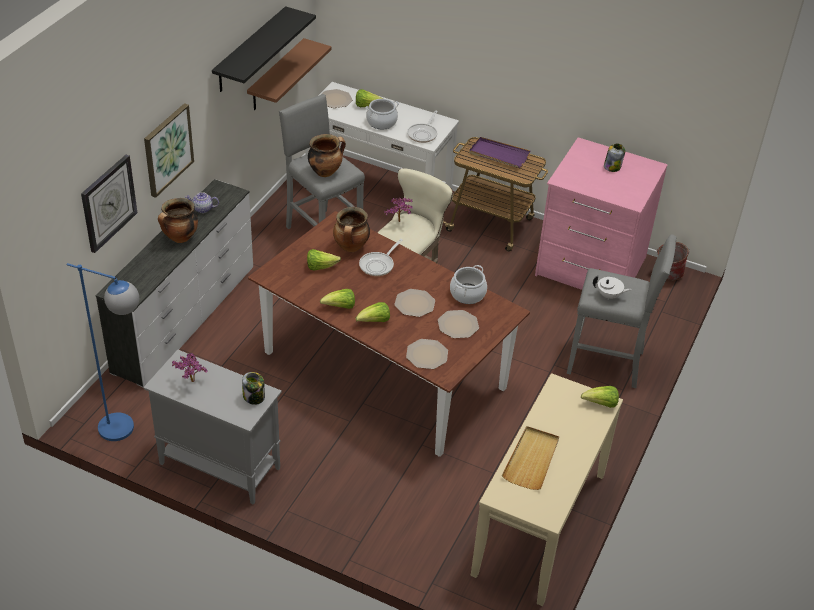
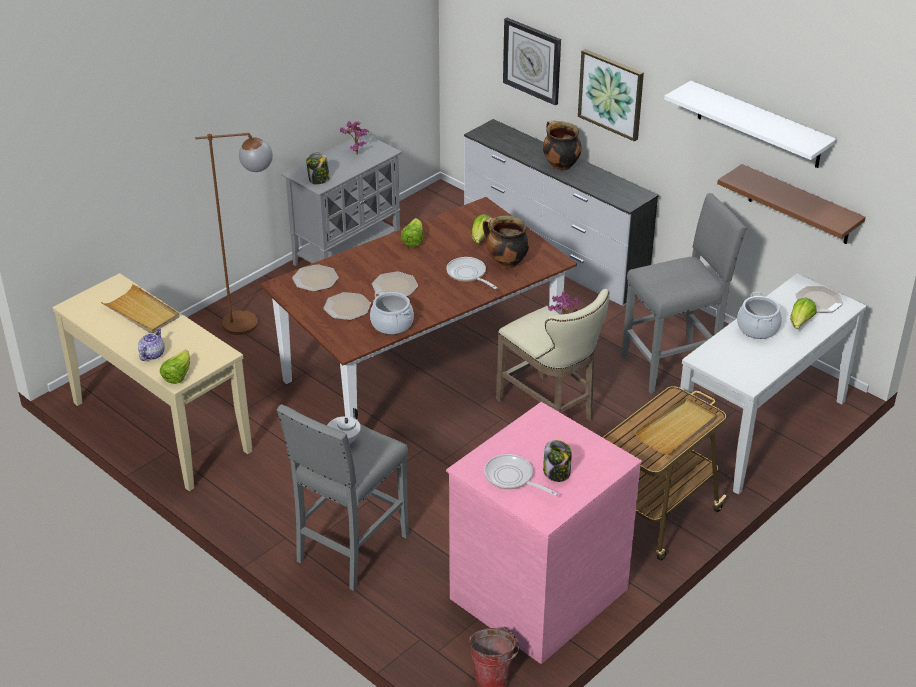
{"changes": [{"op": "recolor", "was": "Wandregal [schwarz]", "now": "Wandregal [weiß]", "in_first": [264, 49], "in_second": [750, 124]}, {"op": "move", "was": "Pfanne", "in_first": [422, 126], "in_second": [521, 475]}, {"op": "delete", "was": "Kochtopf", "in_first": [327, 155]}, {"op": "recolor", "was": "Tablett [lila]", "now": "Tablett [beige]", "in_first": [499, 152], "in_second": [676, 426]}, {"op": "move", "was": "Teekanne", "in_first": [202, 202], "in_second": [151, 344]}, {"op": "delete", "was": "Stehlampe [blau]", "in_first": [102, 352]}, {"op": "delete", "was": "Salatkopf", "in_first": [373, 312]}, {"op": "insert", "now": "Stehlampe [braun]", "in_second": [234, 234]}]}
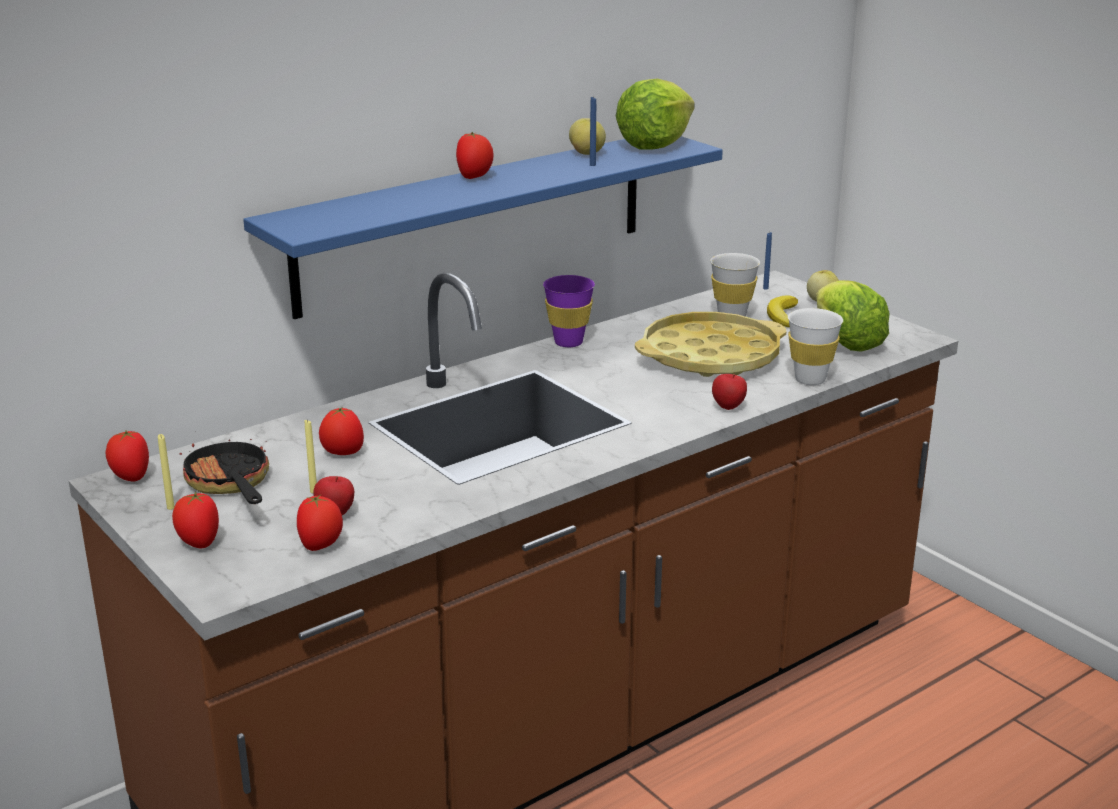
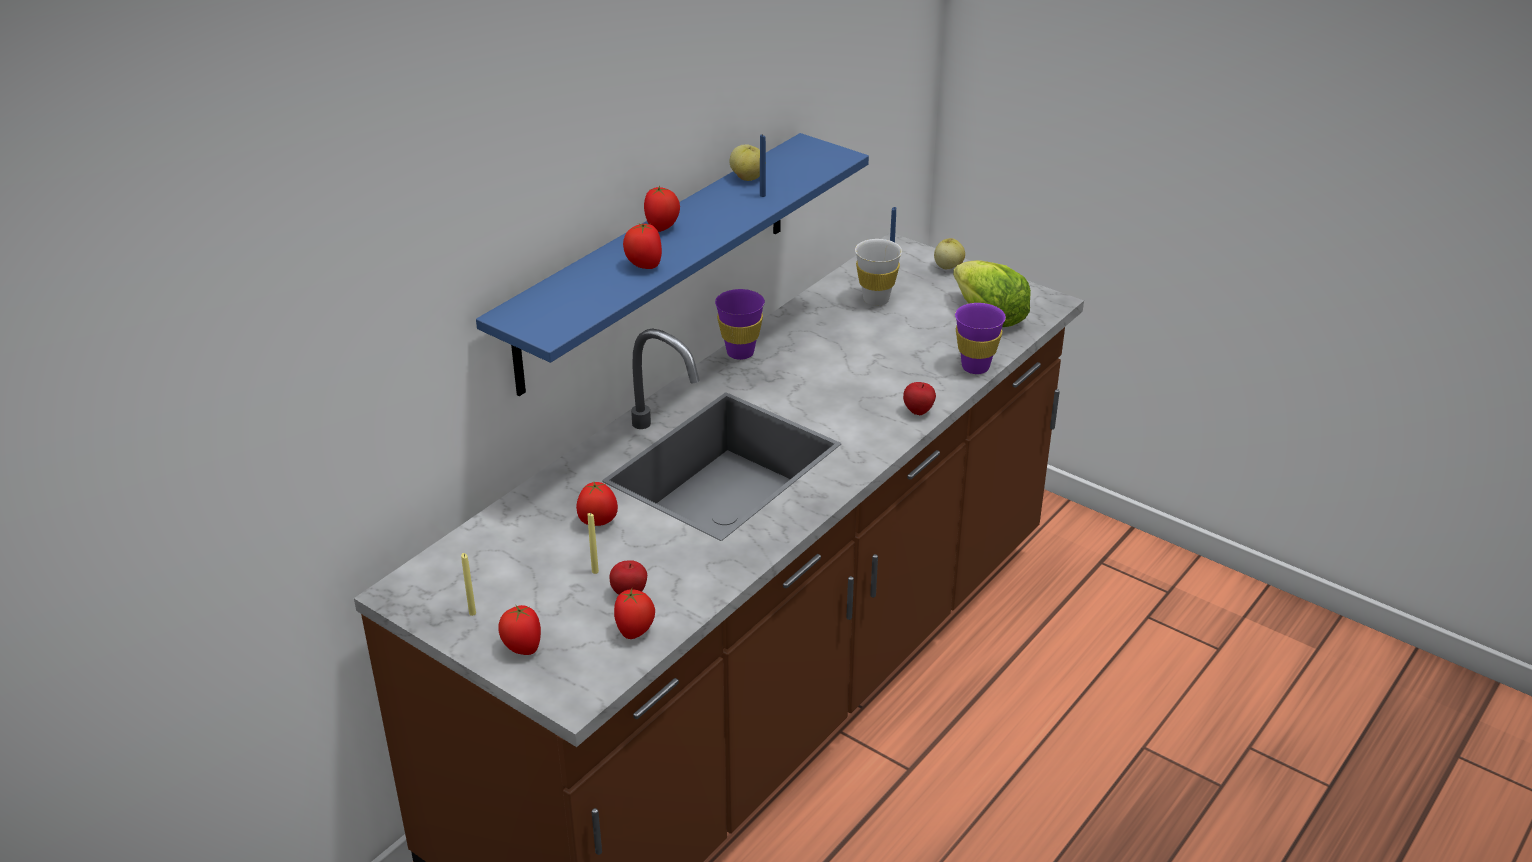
{"changes": [{"op": "delete", "was": "Salatkopf", "in_first": [655, 114]}, {"op": "delete", "was": "Banane", "in_first": [782, 311]}, {"op": "recolor", "was": "Tasse [weiß]", "now": "Tasse [lila]", "in_first": [815, 346], "in_second": [980, 338]}, {"op": "delete", "was": "Tablett [gelb]", "in_first": [710, 344]}, {"op": "move", "was": "Tomate", "in_first": [127, 456], "in_second": [642, 246]}, {"op": "delete", "was": "Pfanne", "in_first": [224, 467]}]}
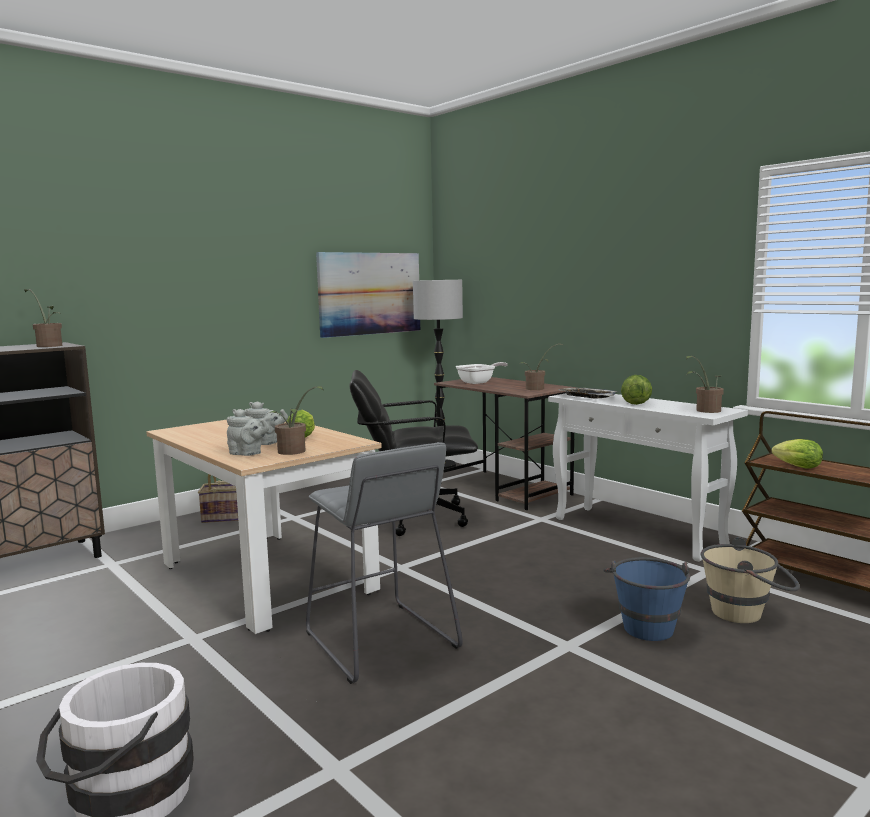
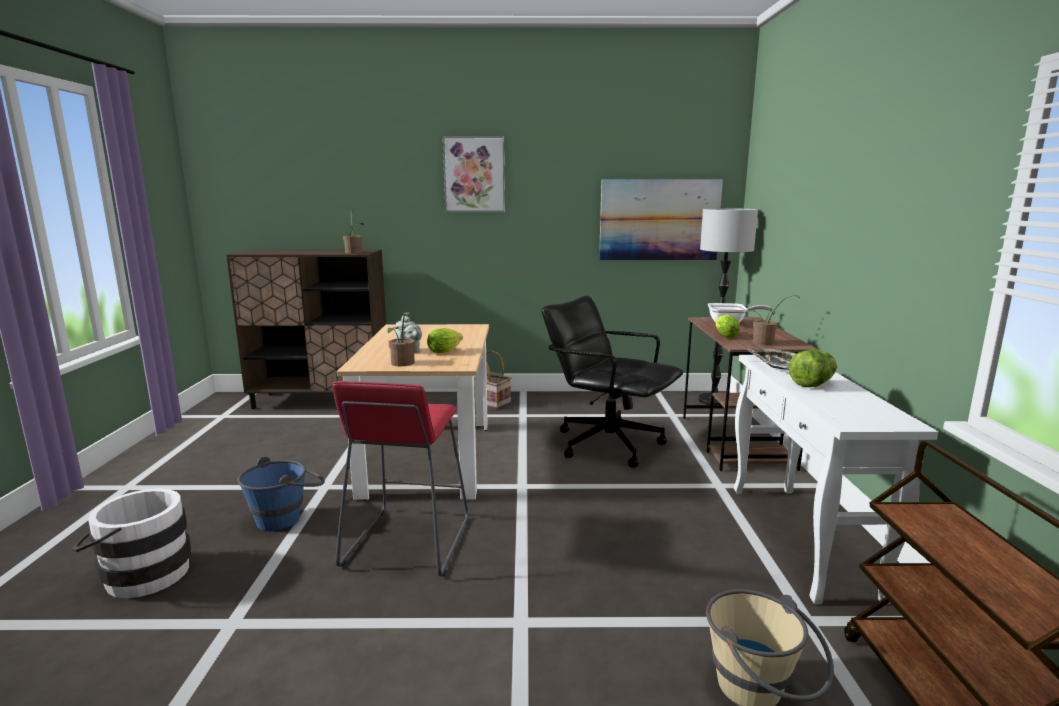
{"changes": [{"op": "delete", "was": "Topfpflanze", "in_first": [705, 384]}, {"op": "delete", "was": "Teekanne [grau]", "in_first": [248, 432]}, {"op": "move", "was": "Salatkopf", "in_first": [797, 454], "in_second": [728, 326]}, {"op": "recolor", "was": "Hocker [grau]", "now": "Hocker [rot]", "in_first": [384, 563], "in_second": [400, 478]}, {"op": "move", "was": "Eimer [blau]", "in_first": [646, 599], "in_second": [281, 493]}, {"op": "insert", "now": "Bild", "in_second": [474, 174]}]}
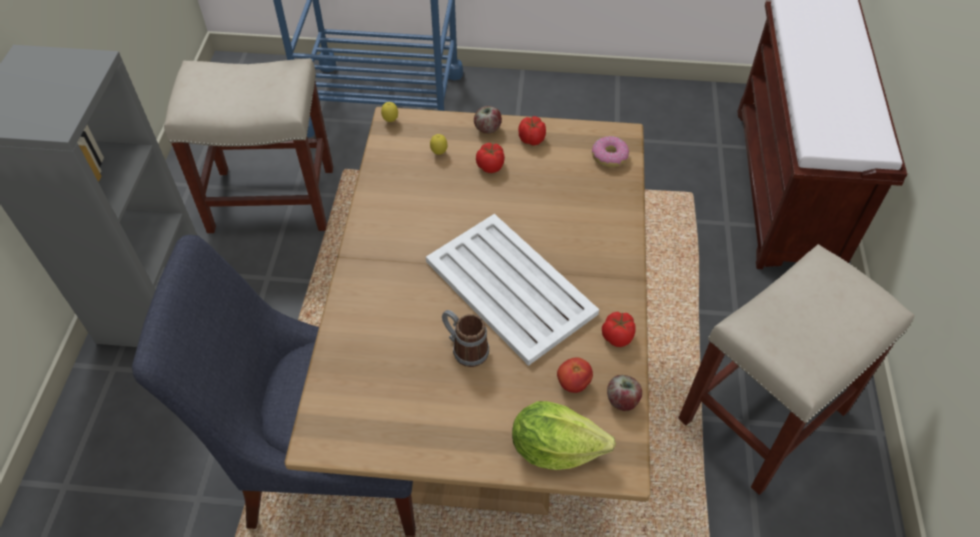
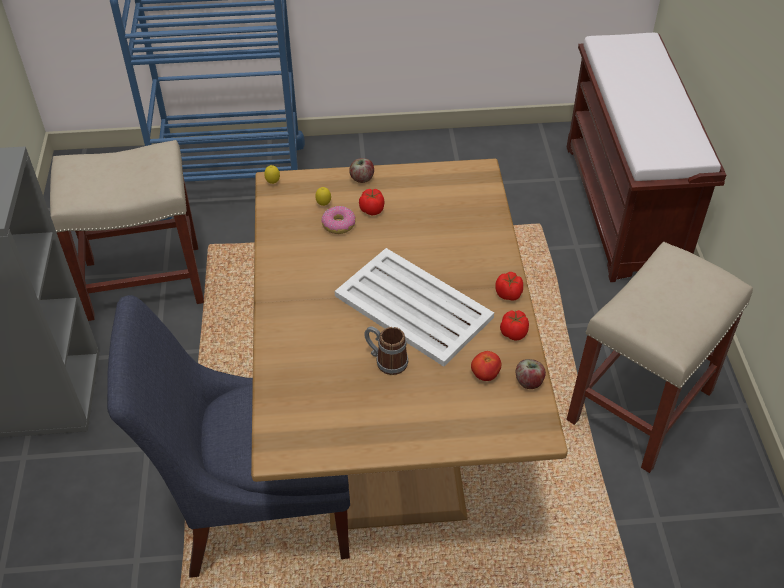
{"changes": [{"op": "move", "was": "Tomate", "in_first": [532, 131], "in_second": [509, 286]}, {"op": "move", "was": "Donut", "in_first": [610, 152], "in_second": [338, 220]}, {"op": "delete", "was": "Salatkopf", "in_first": [564, 435]}]}
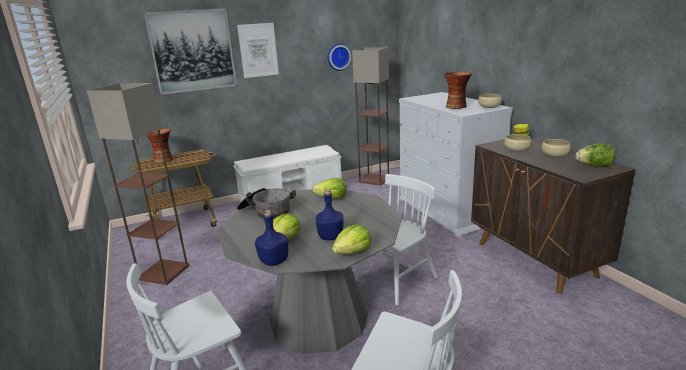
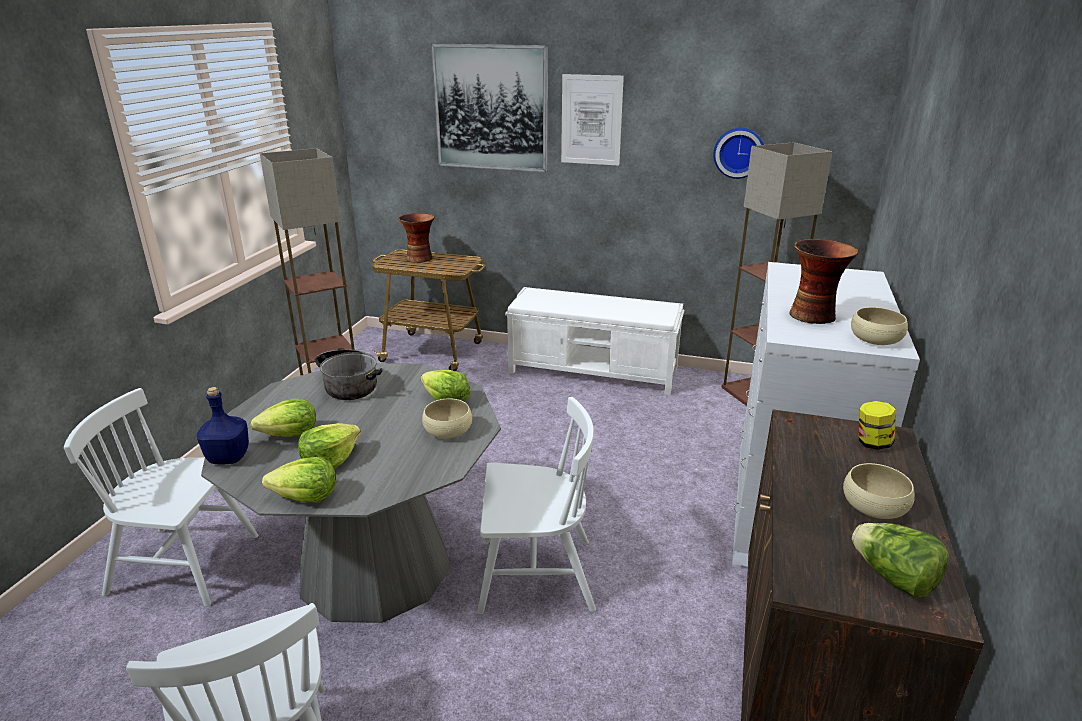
{"changes": [{"op": "move", "was": "Schüssel [beige]", "in_first": [517, 142], "in_second": [447, 418]}, {"op": "replace", "was": "Flasche [blau]", "now": "Salatkopf", "in_first": [329, 214], "in_second": [329, 446]}]}
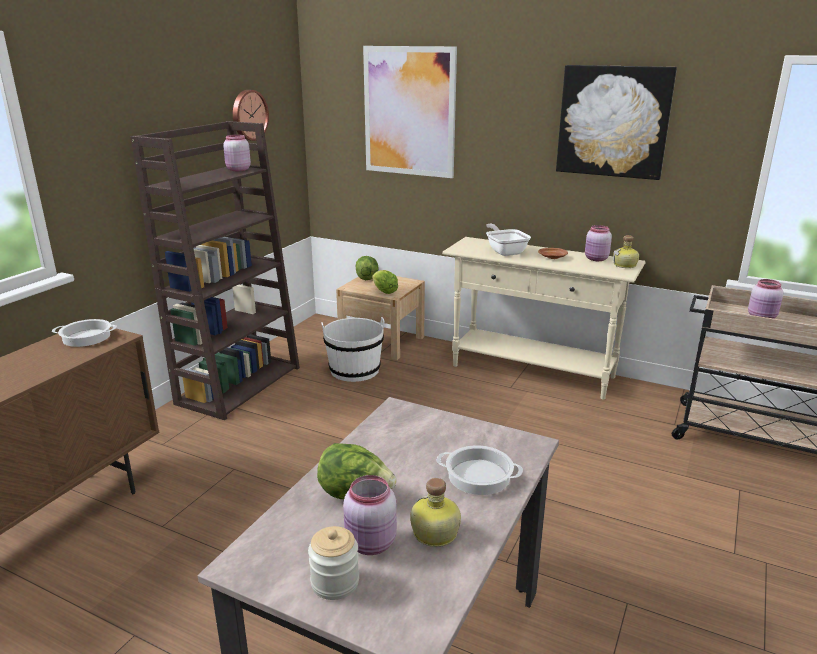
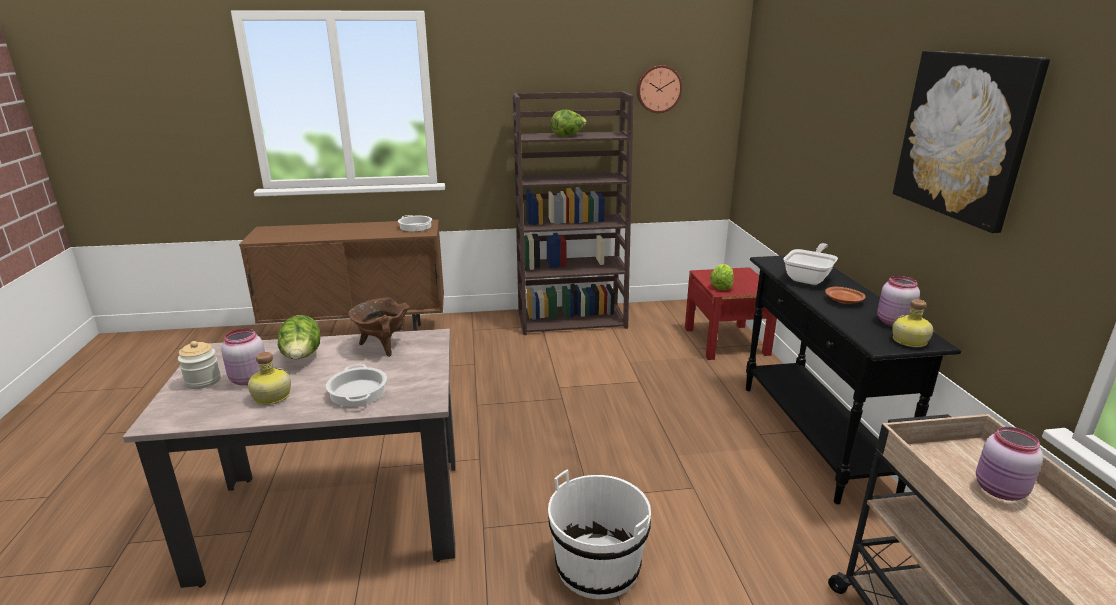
{"changes": [{"op": "delete", "was": "Bild", "in_first": [410, 112]}, {"op": "delete", "was": "Vorratsglas [rosa]", "in_first": [237, 153]}, {"op": "recolor", "was": "Konsolentisch [beige]", "now": "Konsolentisch [schwarz]", "in_first": [544, 318], "in_second": [853, 379]}, {"op": "move", "was": "Salatkopf", "in_first": [367, 268], "in_second": [569, 123]}, {"op": "recolor", "was": "Nachttisch [beige]", "now": "Nachttisch [rot]", "in_first": [380, 318], "in_second": [731, 313]}, {"op": "move", "was": "Eimer [weiß]", "in_first": [352, 349], "in_second": [599, 534]}, {"op": "insert", "now": "Kochtopf [braun]", "in_second": [379, 327]}]}
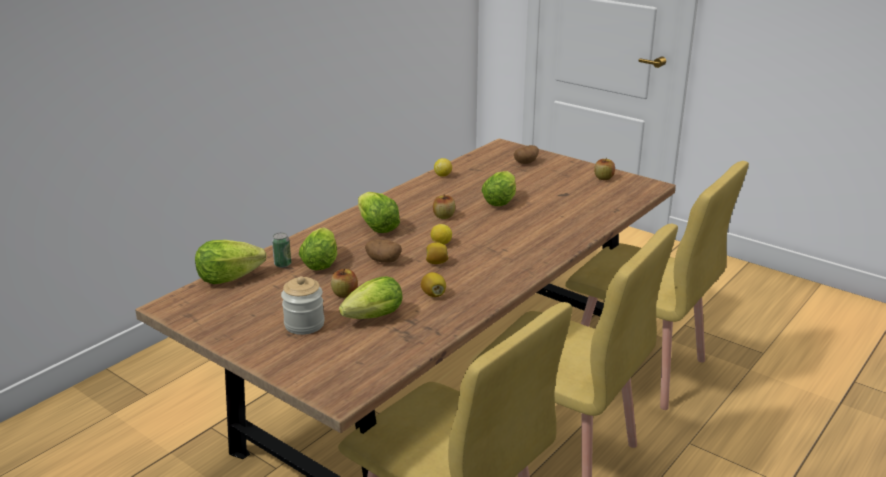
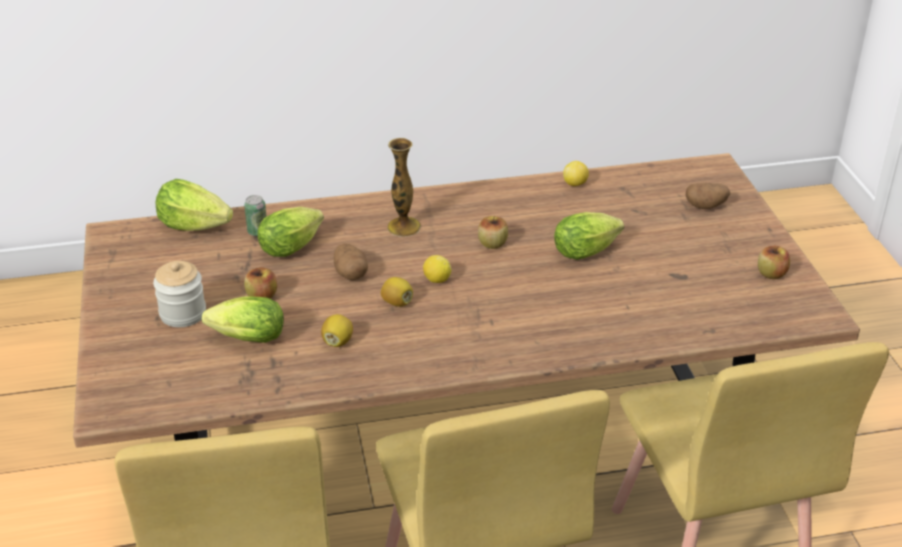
{"changes": [{"op": "replace", "was": "Salatkopf", "now": "Vase", "in_first": [379, 212], "in_second": [404, 187]}]}
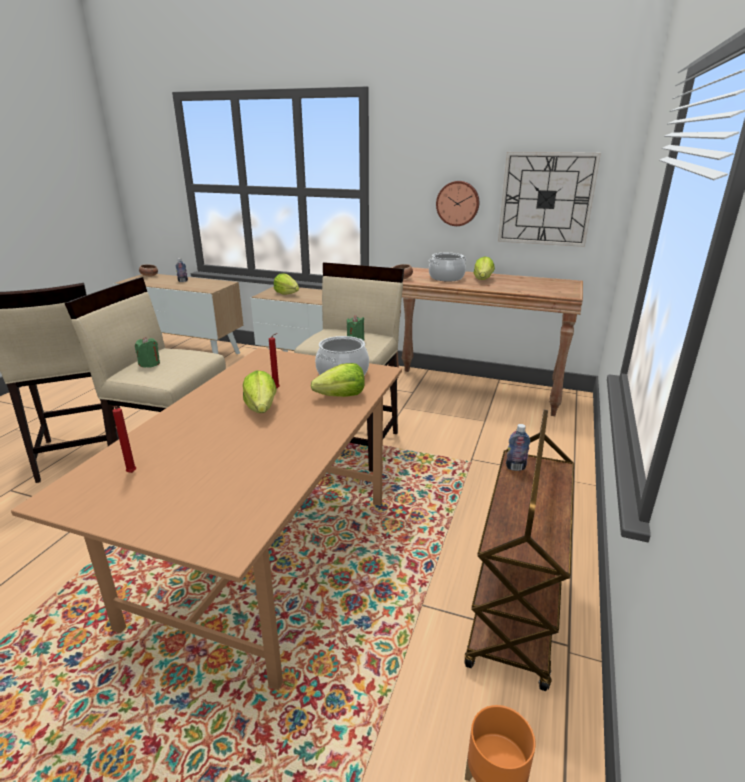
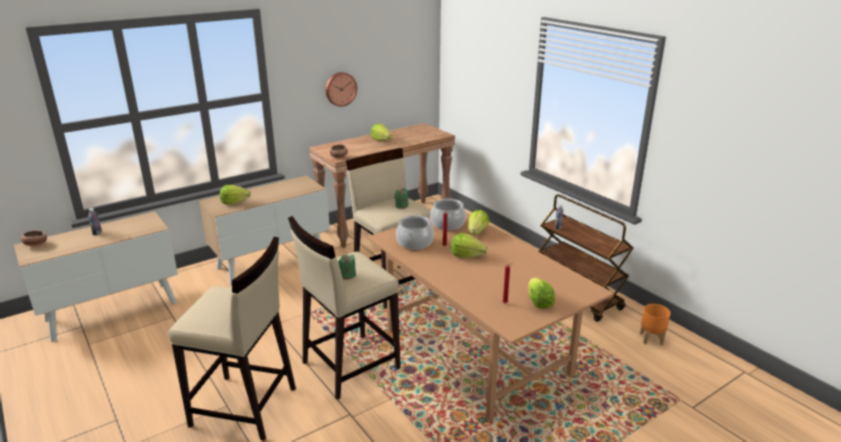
{"changes": [{"op": "delete", "was": "Wanduhr", "in_first": [549, 199]}, {"op": "move", "was": "Kochtopf", "in_first": [447, 267], "in_second": [415, 232]}, {"op": "insert", "now": "Salatkopf", "in_second": [541, 293]}]}
